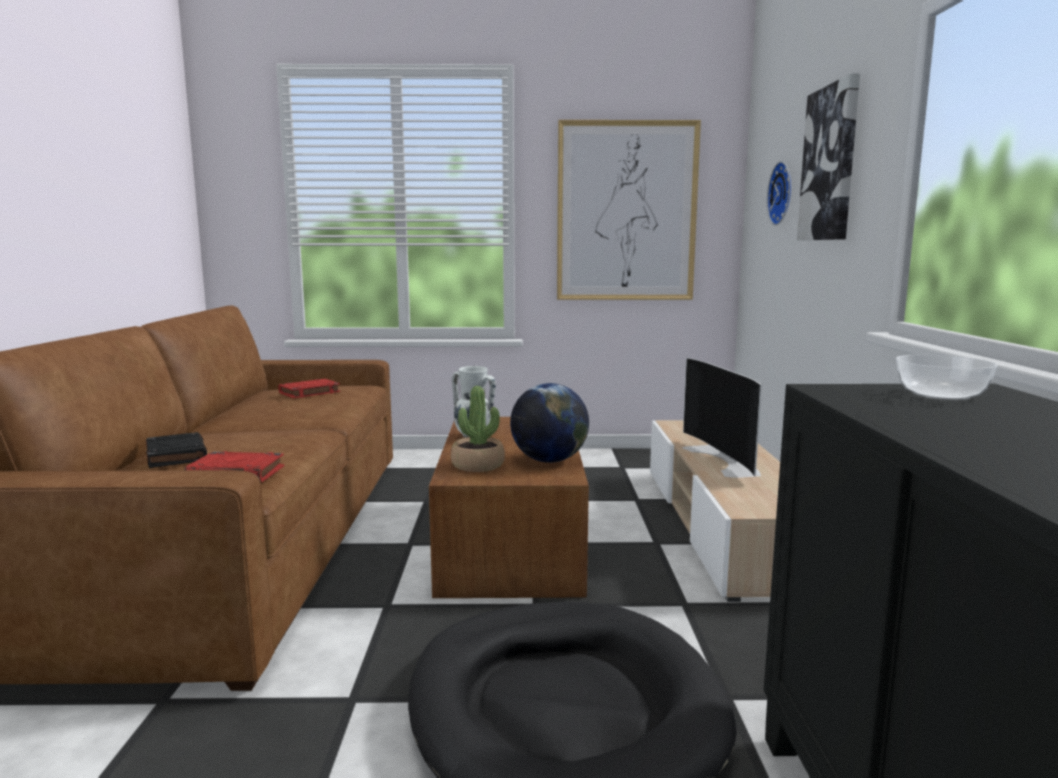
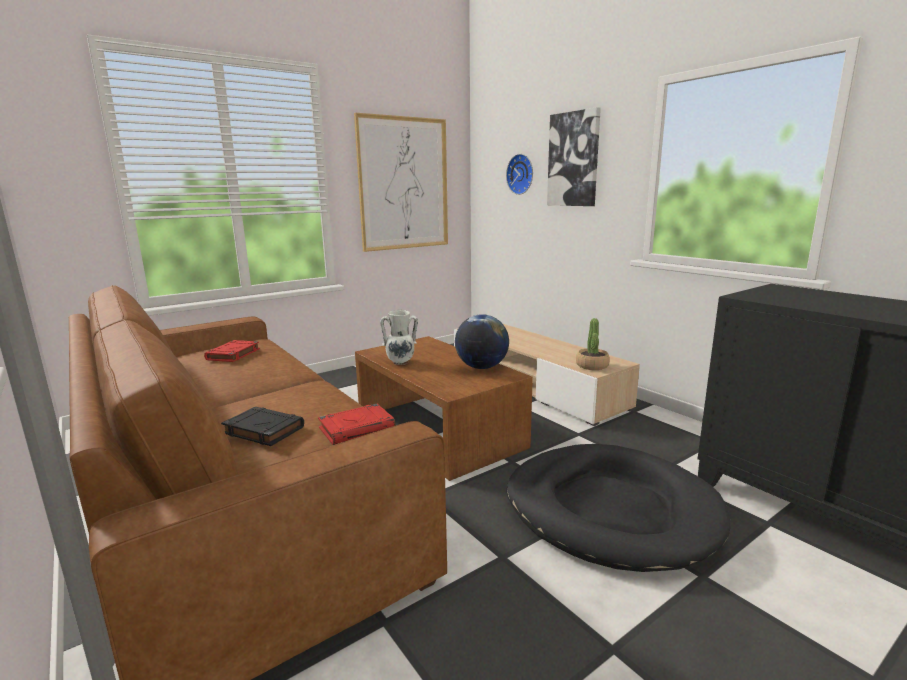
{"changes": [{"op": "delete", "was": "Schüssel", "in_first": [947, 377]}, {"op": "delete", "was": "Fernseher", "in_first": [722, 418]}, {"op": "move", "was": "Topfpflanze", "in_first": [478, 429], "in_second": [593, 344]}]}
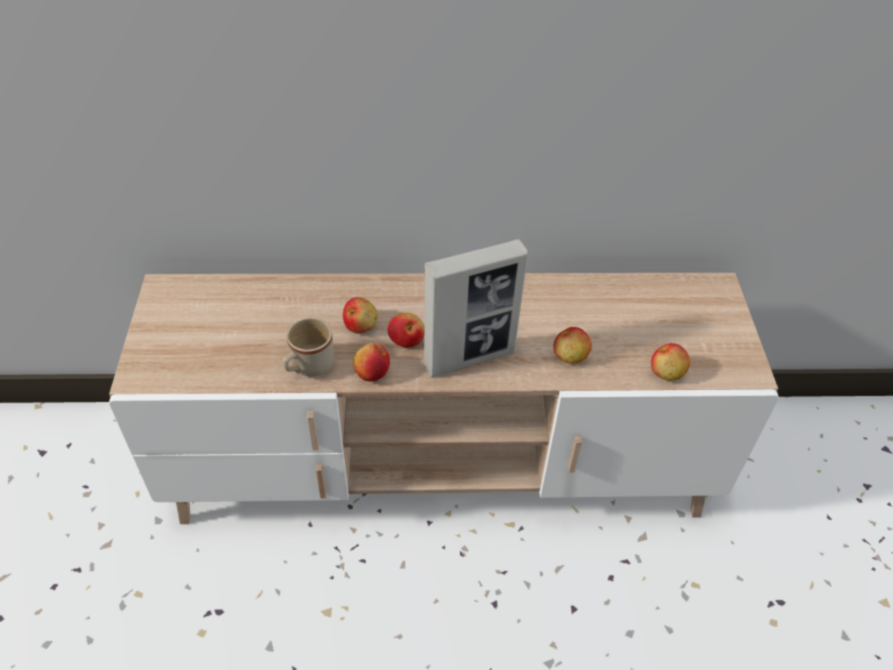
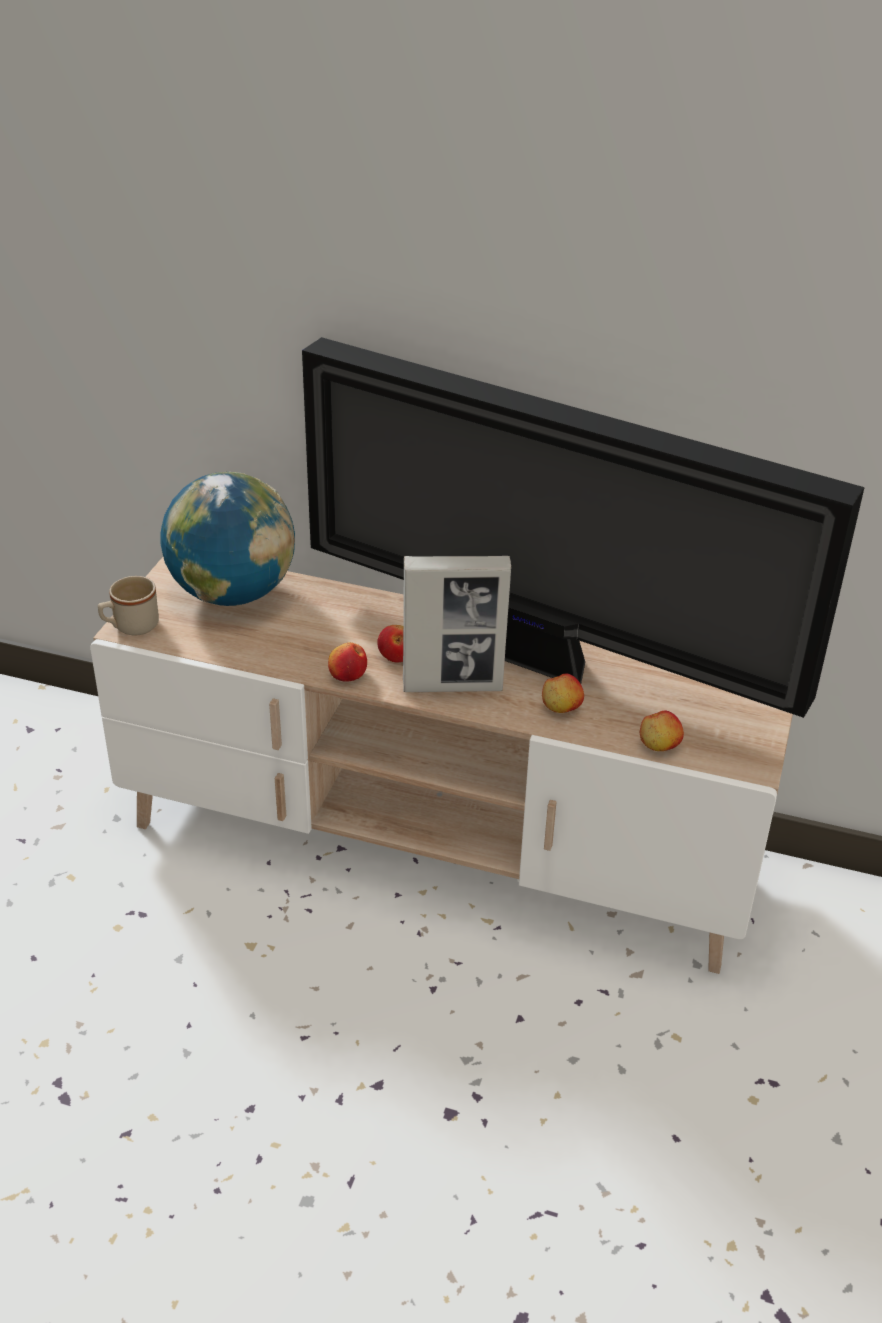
{"changes": [{"op": "delete", "was": "Apfel", "in_first": [360, 315]}, {"op": "move", "was": "Henkelbecher [beige]", "in_first": [308, 347], "in_second": [128, 605]}, {"op": "insert", "now": "Fernseher", "in_second": [583, 527]}, {"op": "insert", "now": "Globus", "in_second": [228, 539]}]}
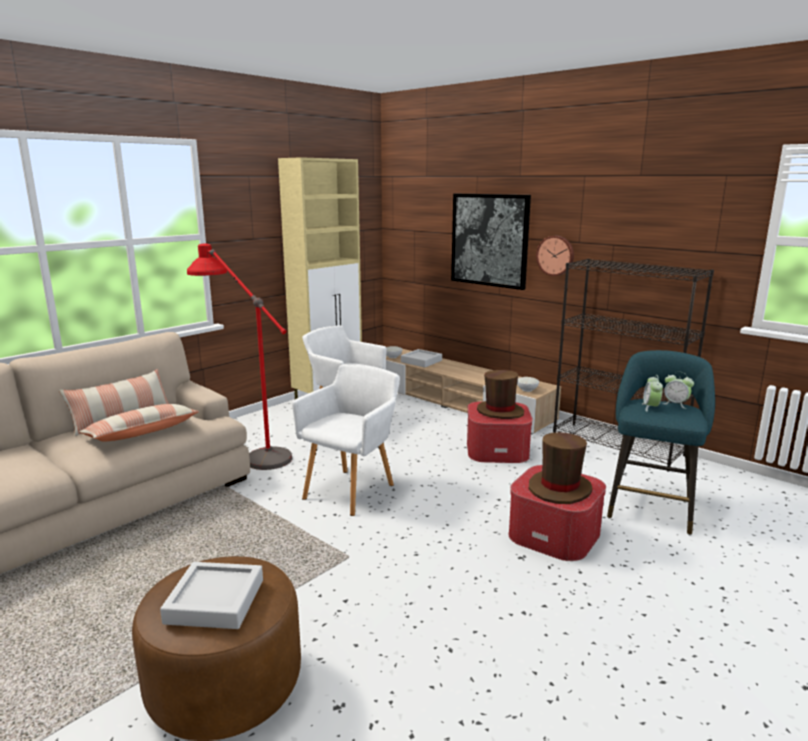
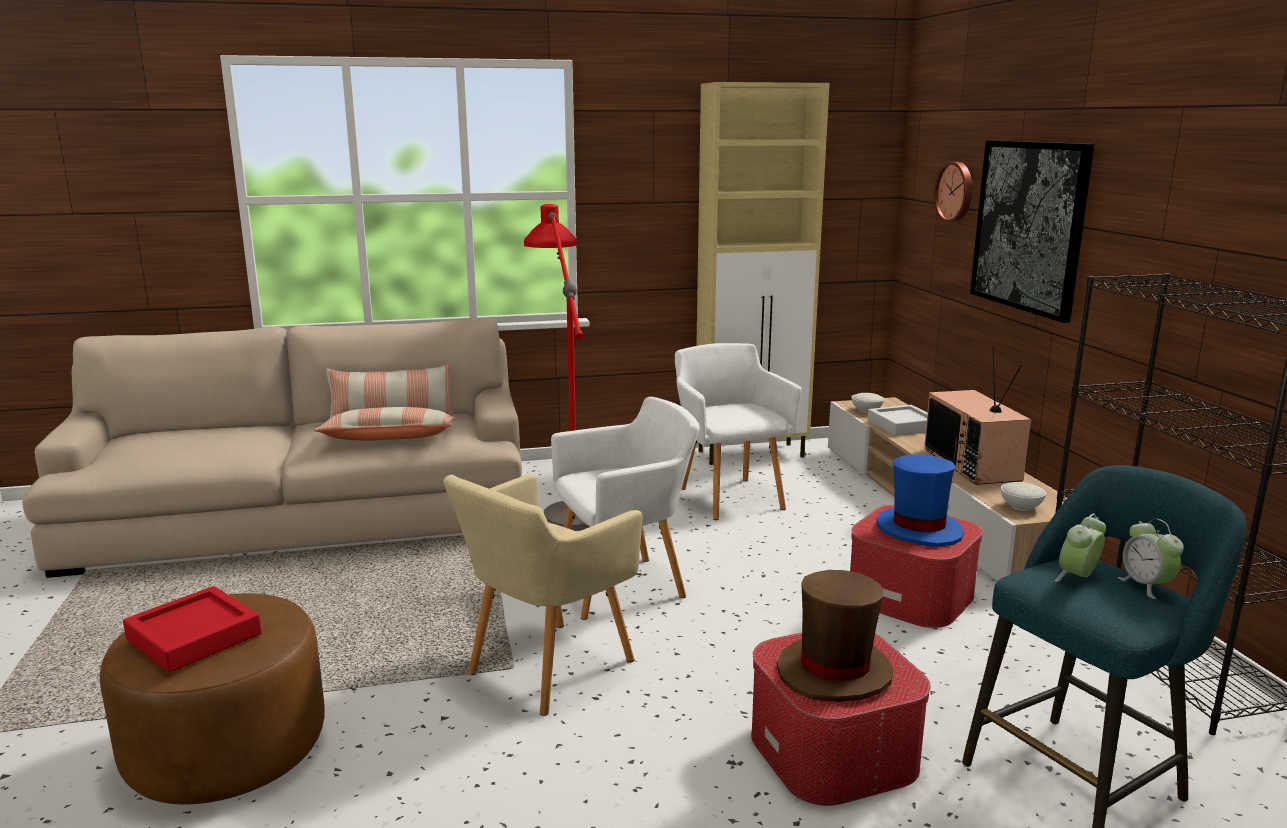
{"changes": [{"op": "move", "was": "Wanduhr", "in_first": [555, 256], "in_second": [953, 192]}, {"op": "recolor", "was": "Hut [braun]", "now": "Hut [blau]", "in_first": [500, 394], "in_second": [920, 500]}, {"op": "recolor", "was": "Tablett [grau]", "now": "Tablett [rot]", "in_first": [211, 595], "in_second": [192, 629]}, {"op": "insert", "now": "Fernseher", "in_second": [977, 415]}, {"op": "insert", "now": "Sessel [beige]", "in_second": [543, 595]}]}
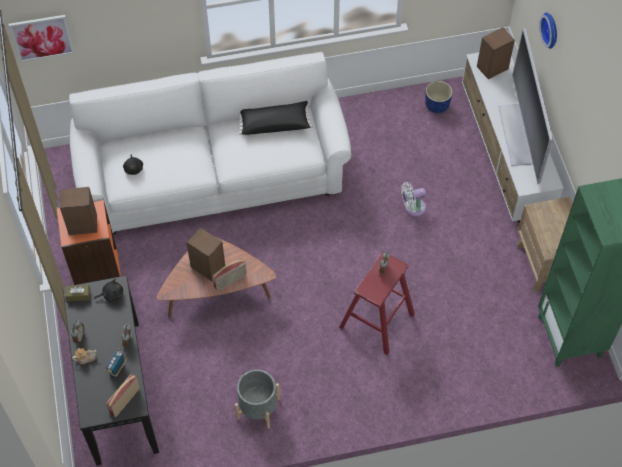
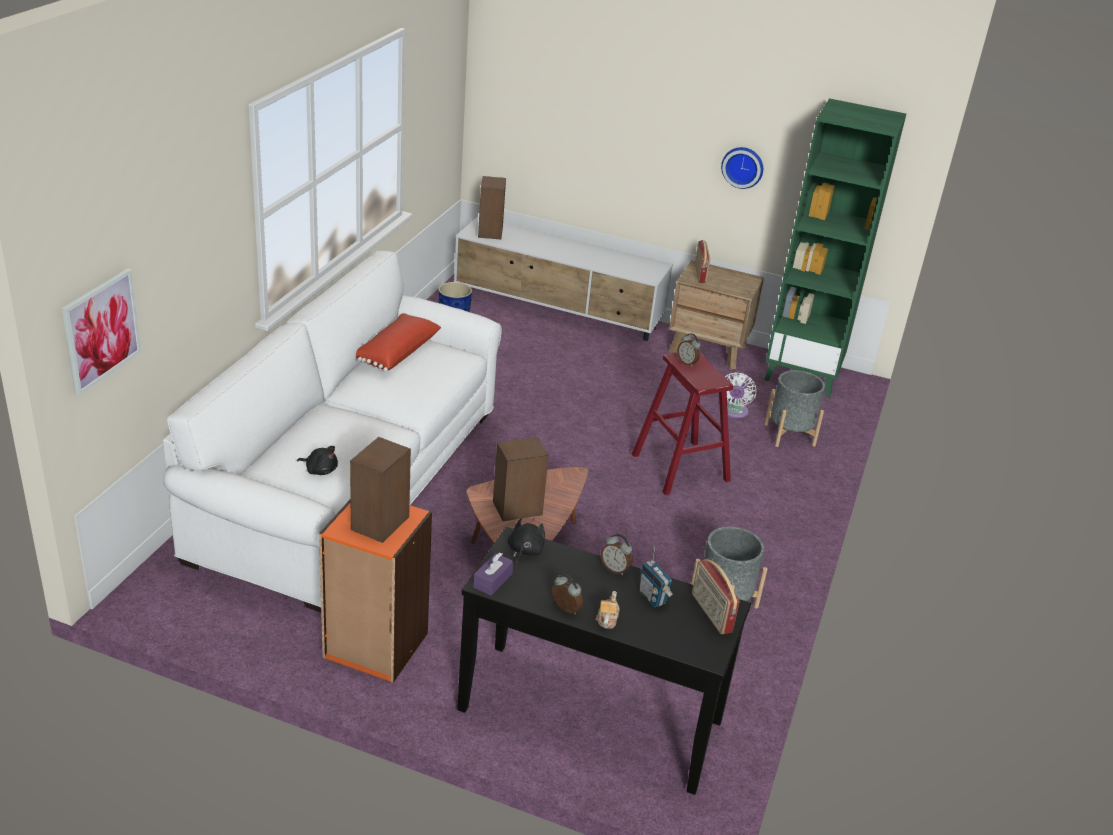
{"changes": [{"op": "move", "was": "Wanduhr", "in_first": [548, 31], "in_second": [742, 168]}, {"op": "delete", "was": "Fernseher", "in_first": [525, 105]}, {"op": "recolor", "was": "Kissen [schwarz]", "now": "Kissen [rot]", "in_first": [275, 118], "in_second": [397, 342]}, {"op": "move", "was": "Ventilator [weiß]", "in_first": [413, 199], "in_second": [741, 395]}, {"op": "move", "was": "Radio", "in_first": [229, 275], "in_second": [702, 261]}, {"op": "recolor", "was": "Taschentuchbox [braun]", "now": "Taschentuchbox [lila]", "in_first": [77, 293], "in_second": [493, 574]}, {"op": "insert", "now": "Pflanzkübel [grau]", "in_second": [795, 408]}]}
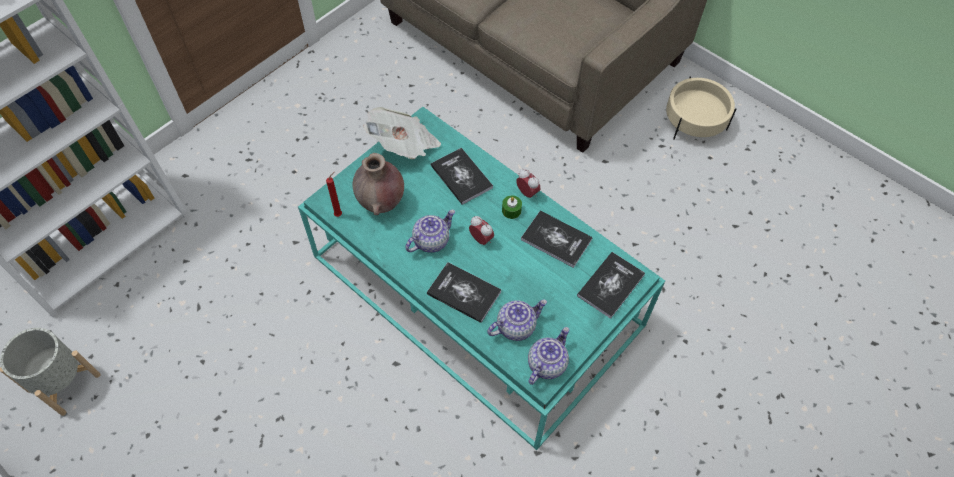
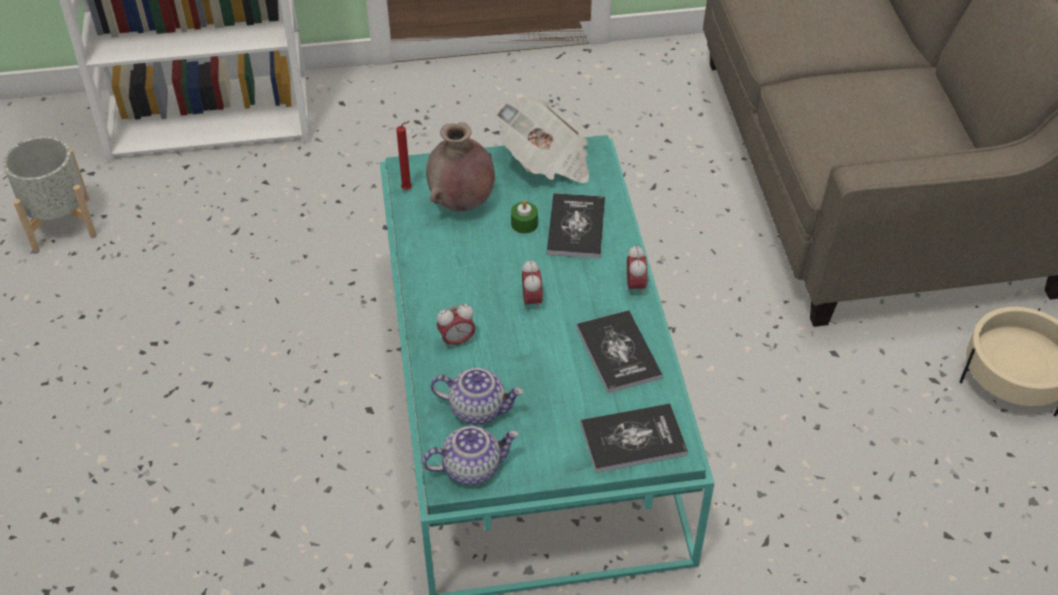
{"changes": [{"op": "move", "was": "Kerze [grün]", "in_first": [512, 207], "in_second": [524, 217]}, {"op": "delete", "was": "Teekanne", "in_first": [430, 231]}, {"op": "replace", "was": "Buch", "now": "Wecker", "in_first": [464, 292], "in_second": [456, 326]}]}
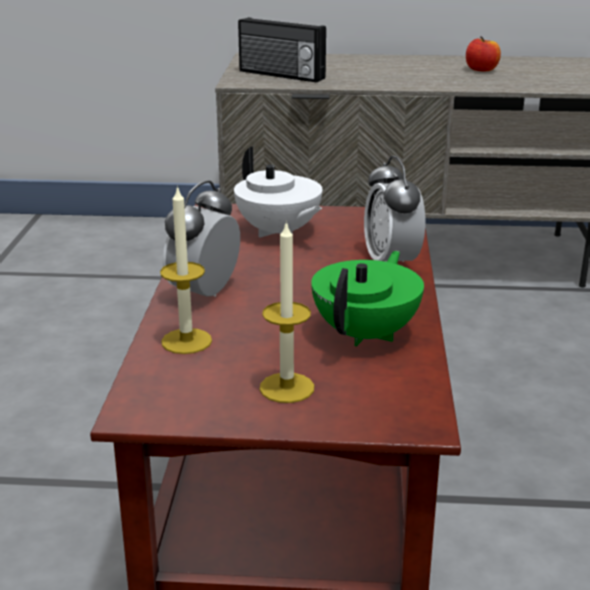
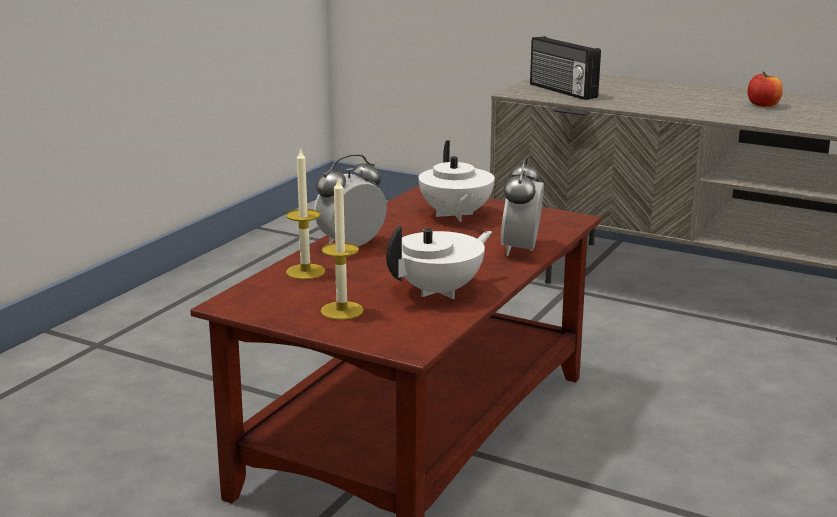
{"changes": [{"op": "recolor", "was": "Teekanne [grün]", "now": "Teekanne [weiß]", "in_first": [367, 298], "in_second": [439, 262]}]}
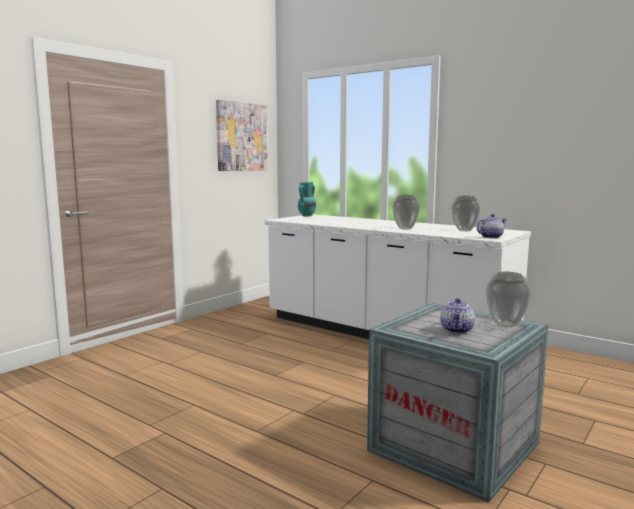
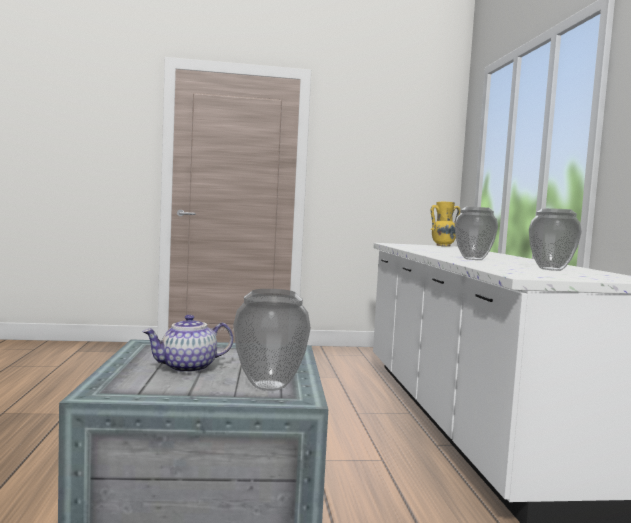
{"changes": [{"op": "delete", "was": "Bild", "in_first": [242, 135]}, {"op": "recolor", "was": "Vase [türkis]", "now": "Vase [gelb]", "in_first": [307, 199], "in_second": [445, 224]}, {"op": "delete", "was": "Teekanne", "in_first": [491, 226]}]}
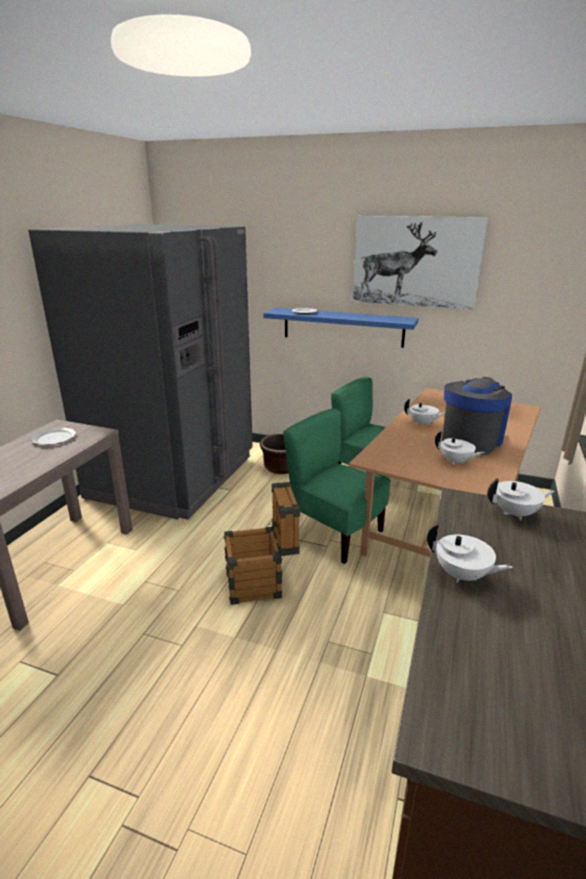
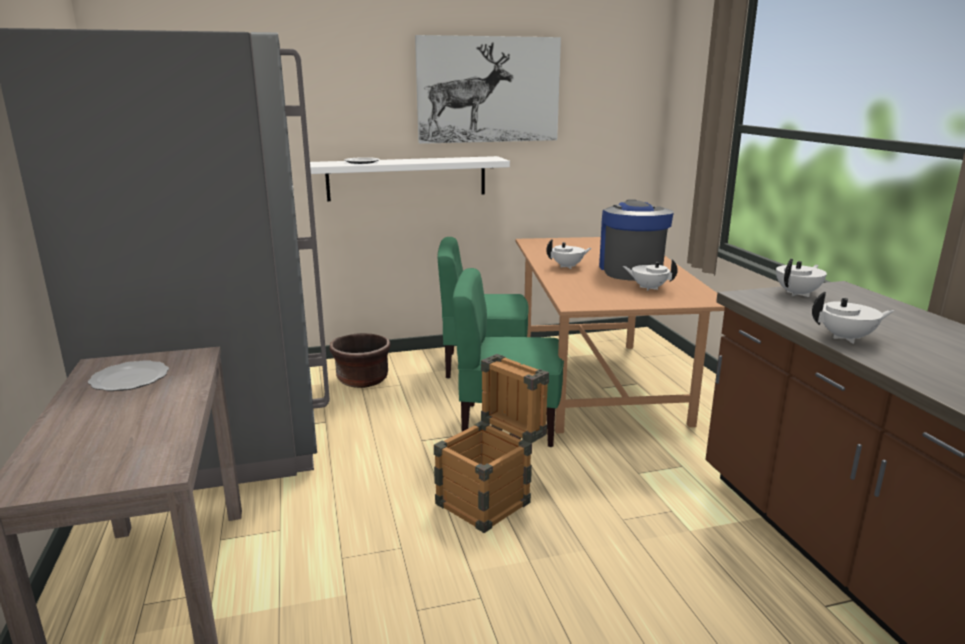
{"changes": [{"op": "recolor", "was": "Wandregal [blau]", "now": "Wandregal [weiß]", "in_first": [340, 328], "in_second": [410, 178]}, {"op": "rotate", "was": "Teekanne [weiß]", "in_first": [460, 448], "in_second": [650, 275], "clockwise": -150}]}
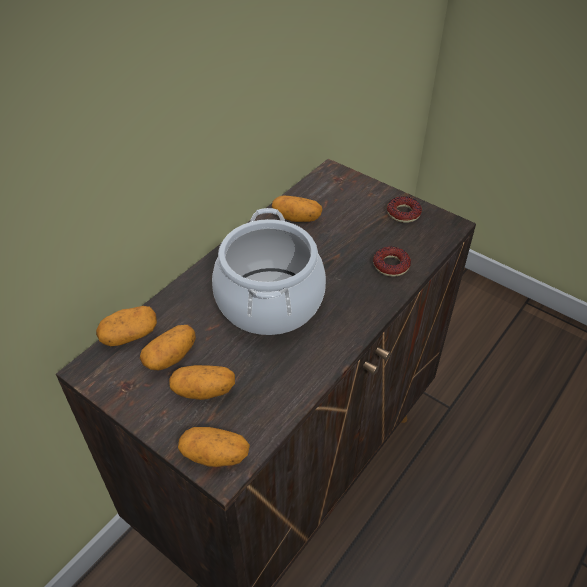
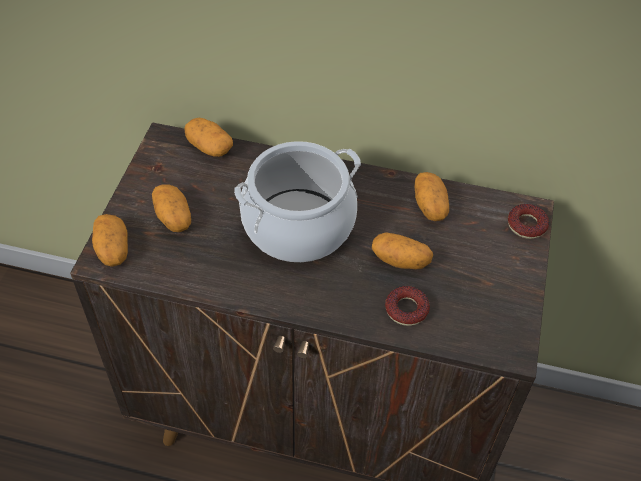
{"changes": [{"op": "move", "was": "Donut", "in_first": [404, 209], "in_second": [528, 221]}, {"op": "move", "was": "Kartoffel", "in_first": [168, 347], "in_second": [402, 250]}]}
